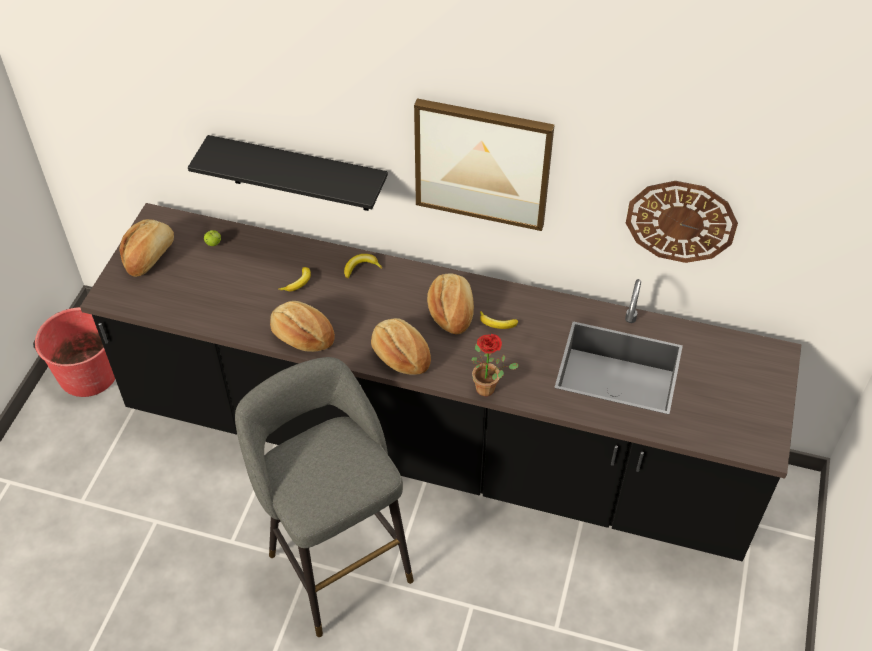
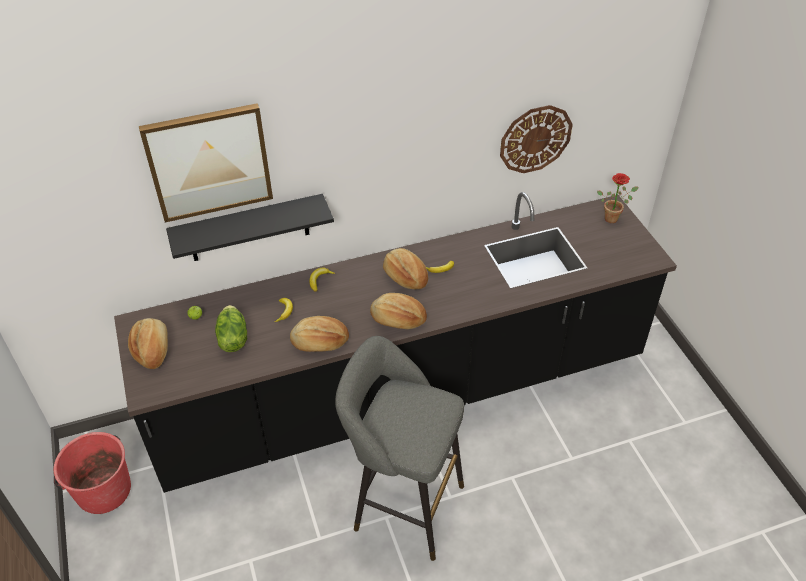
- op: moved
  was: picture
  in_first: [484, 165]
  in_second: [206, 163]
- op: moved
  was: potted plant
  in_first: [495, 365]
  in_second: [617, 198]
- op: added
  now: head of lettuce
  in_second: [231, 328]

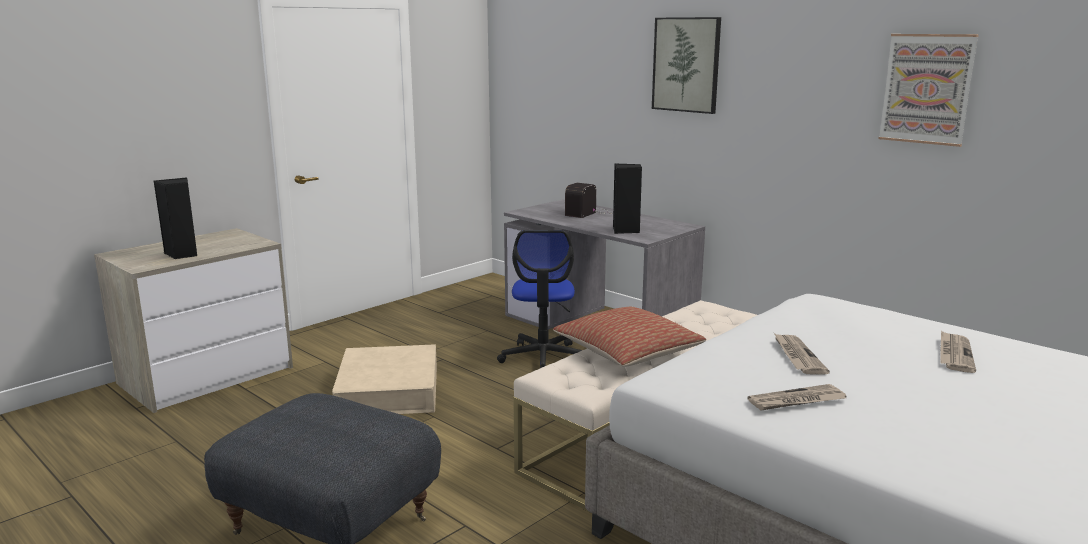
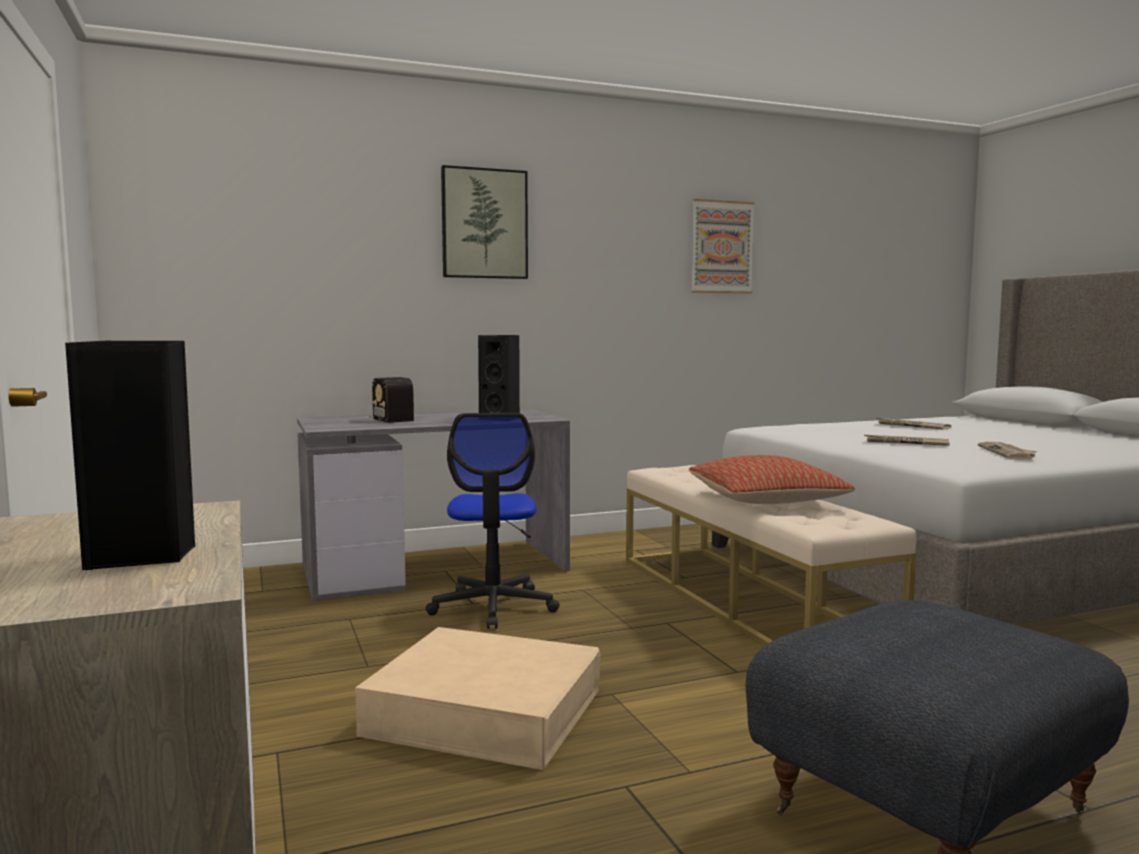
- op: turned
  was: desk chair
  in_first: [539, 299]
  in_second: [492, 521]
  clockwise: 60

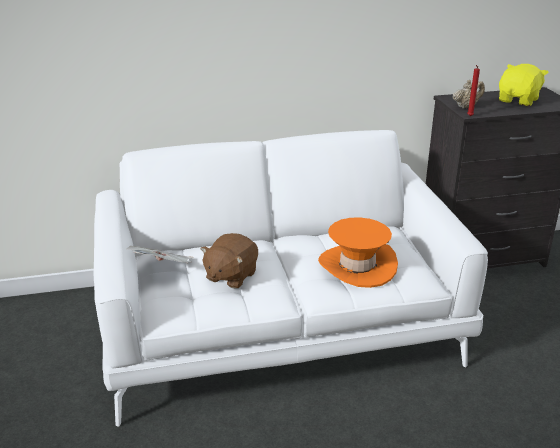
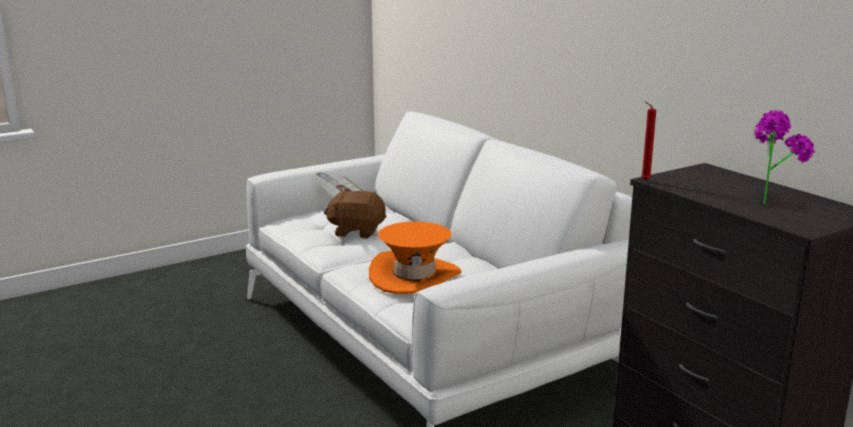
- op: replaced
  was: plush toy/yellow
  now: potted plant
  in_first: [524, 85]
  in_second: [784, 157]
- op: removed
  was: tea pot/beige-coloured
  in_first: [468, 94]

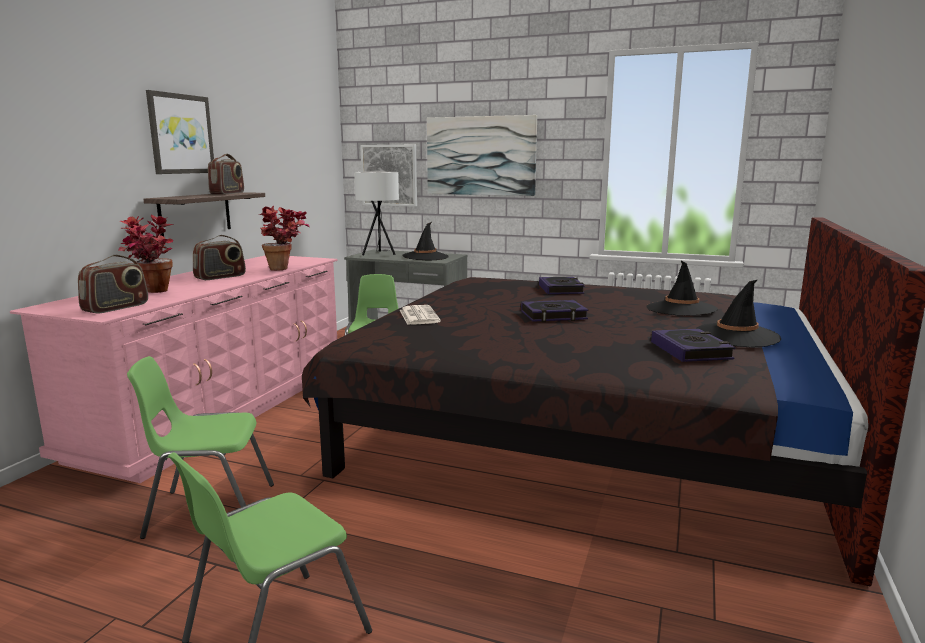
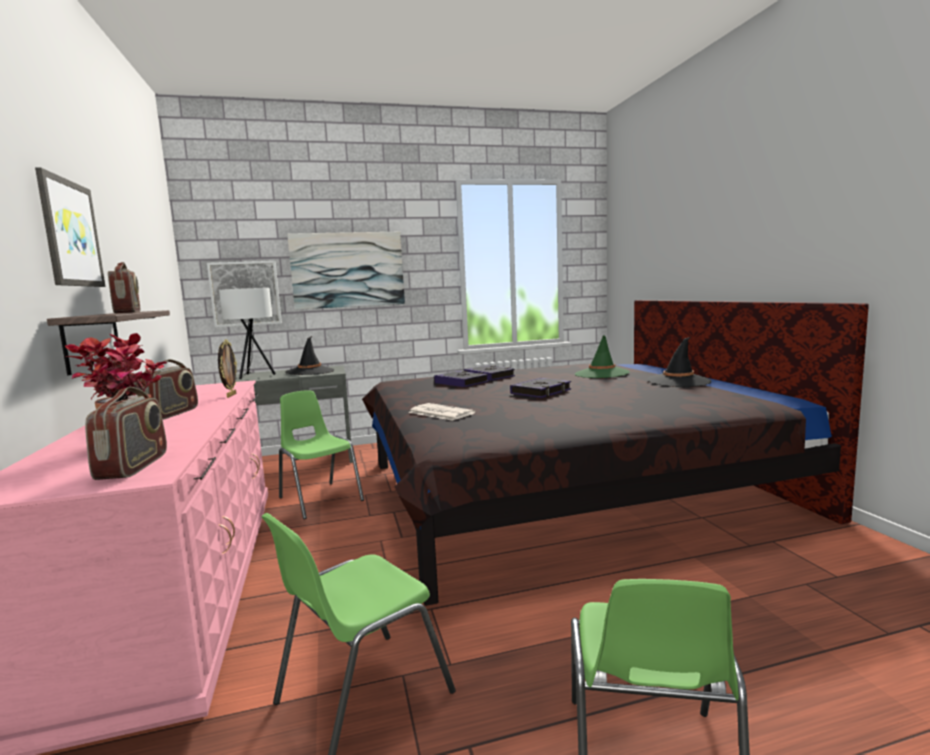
- op: replaced
  was: potted plant
  now: picture frame
  in_first: [283, 238]
  in_second: [227, 368]
- op: recoloured
  was: wearable hat/black
  now: wearable hat/green-coloured
  in_first: [682, 288]
  in_second: [602, 356]
- op: moved
  was: volume
  in_first: [693, 345]
  in_second: [461, 379]

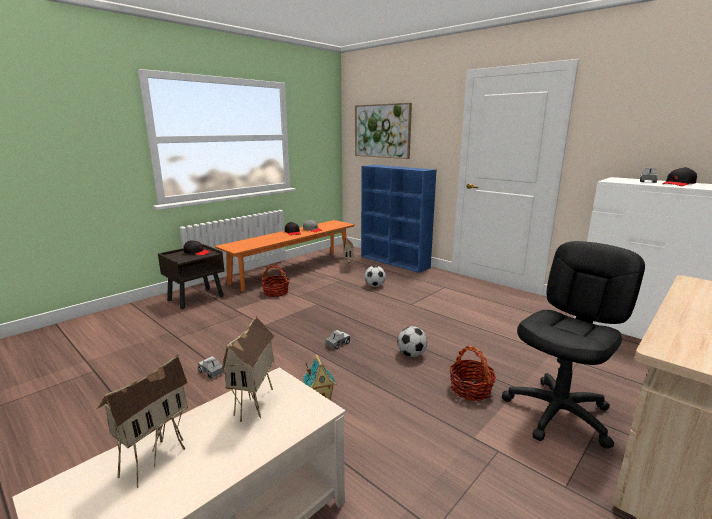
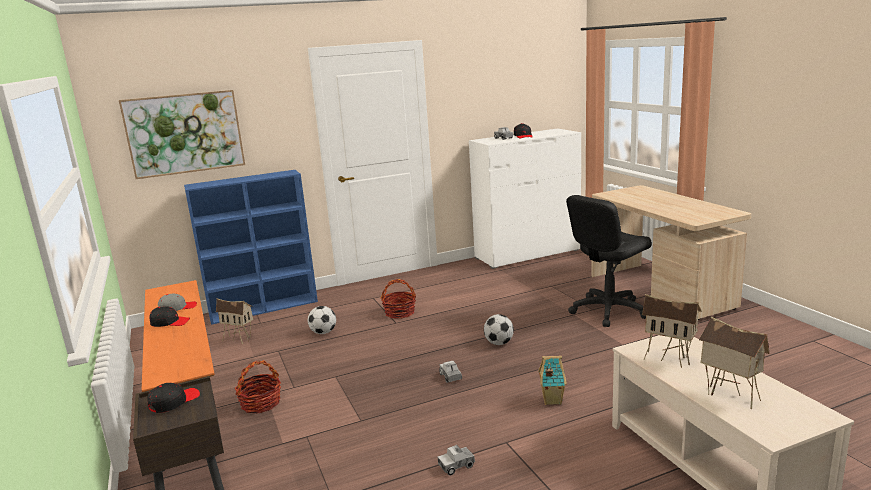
- op: turned
  was: desk chair/black
  in_first: [573, 345]
  in_second: [609, 261]
  clockwise: -105
- op: moved
  was: household basket
  in_first: [473, 373]
  in_second: [398, 299]

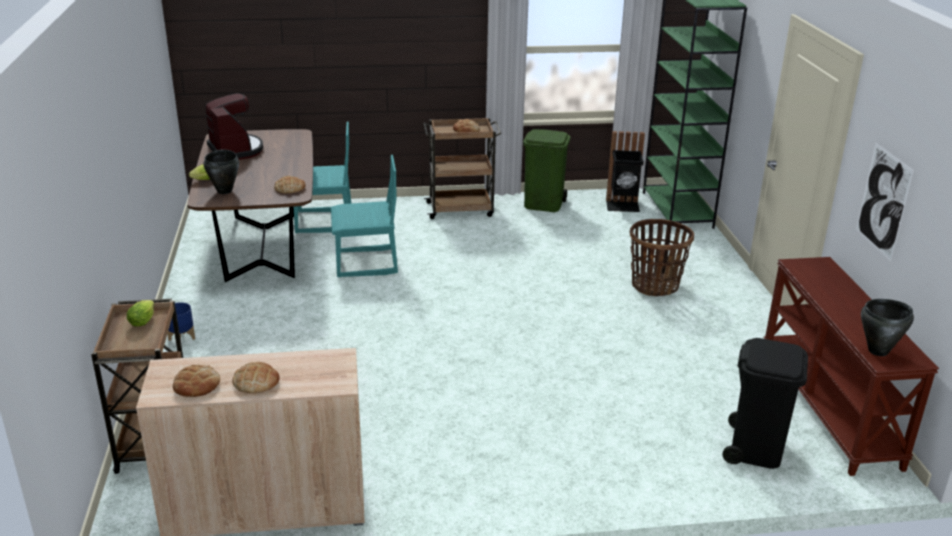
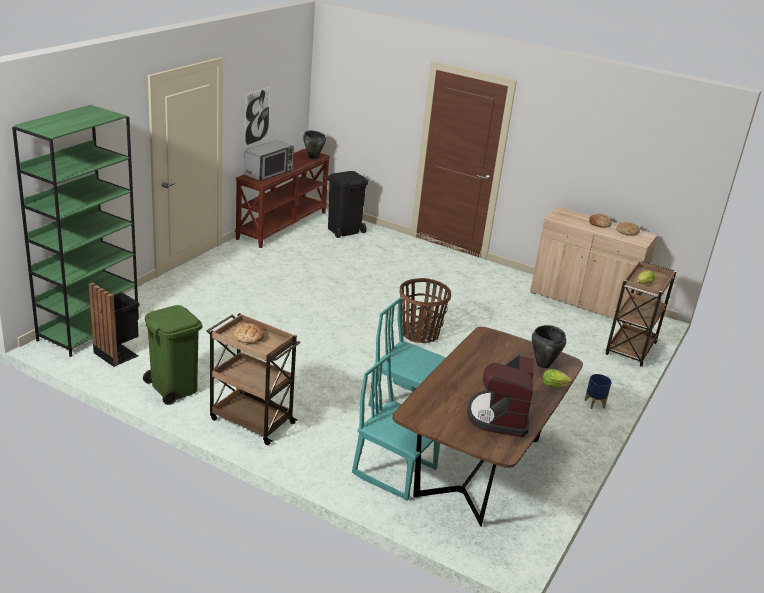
- op: removed
  was: bread
  in_first: [290, 184]
- op: moved
  was: household basket
  in_first: [662, 258]
  in_second: [425, 310]
- op: added
  now: microwave
  in_second: [269, 160]

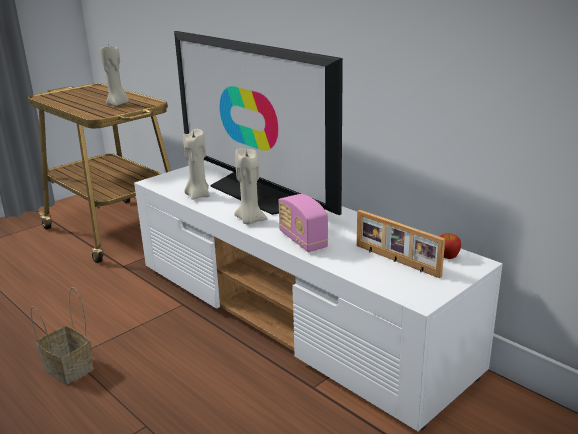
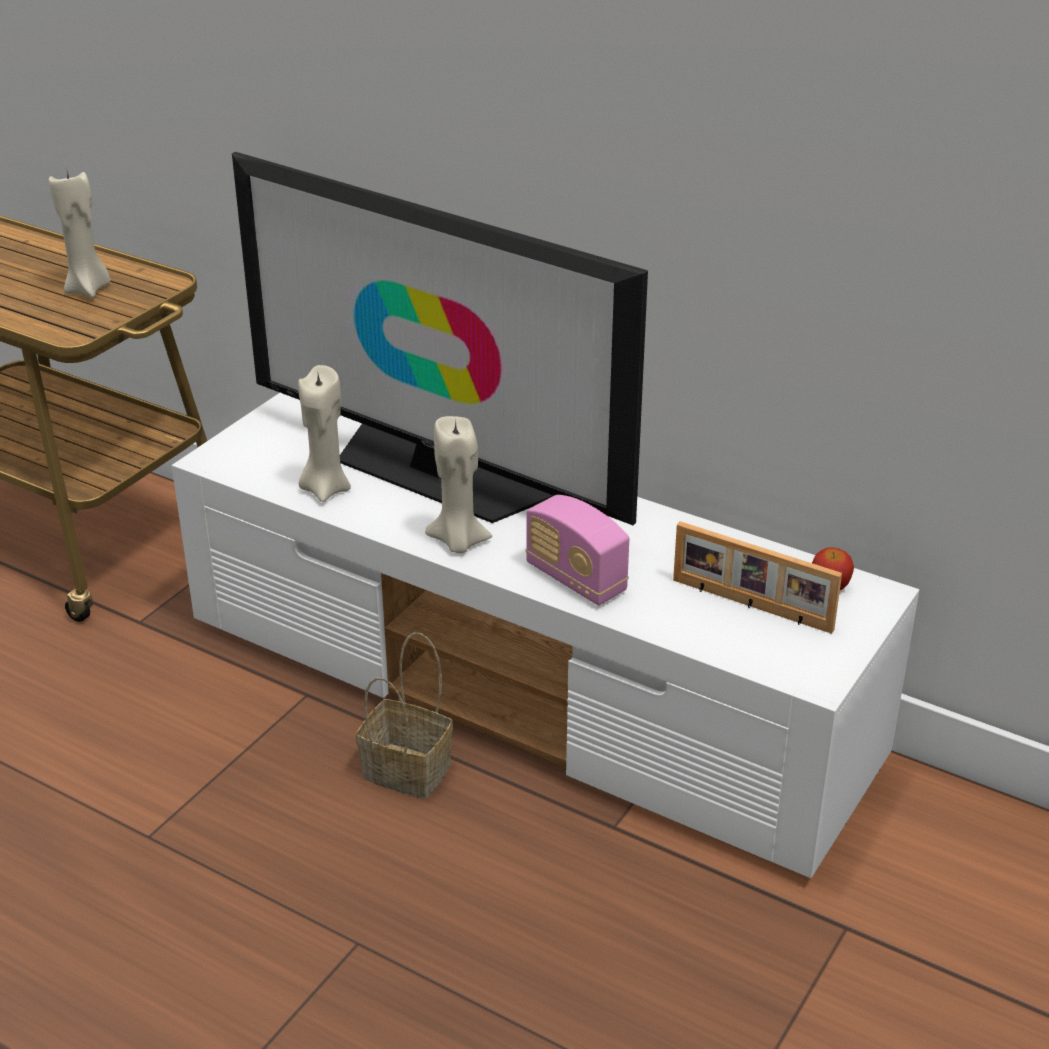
- op: moved
  was: household basket
  in_first: [61, 335]
  in_second: [404, 716]

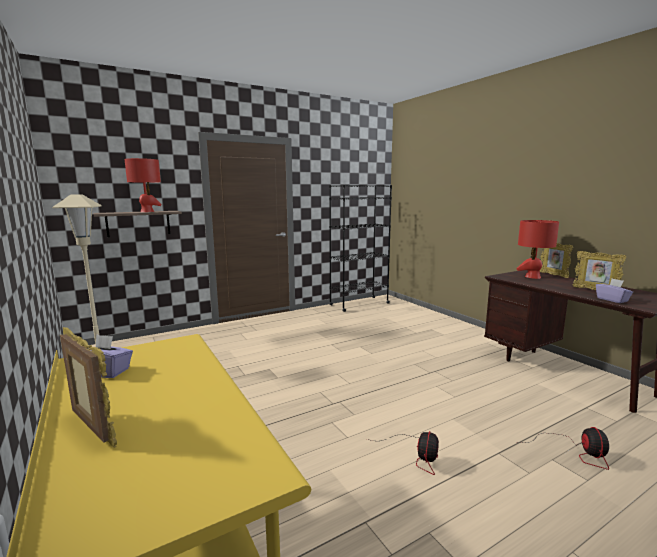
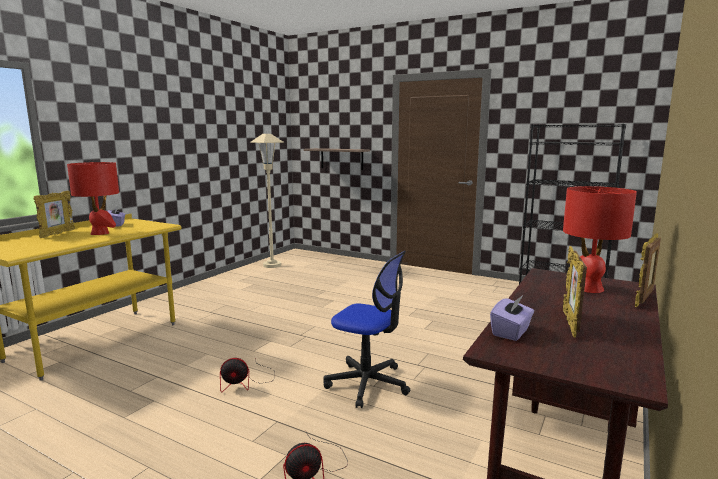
- op: moved
  was: table lamp/red
  in_first: [143, 185]
  in_second: [93, 198]
- op: added
  now: desk chair
  in_second: [366, 329]

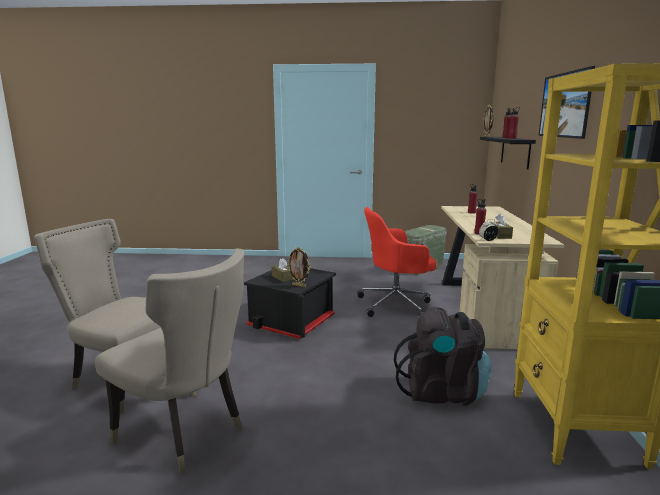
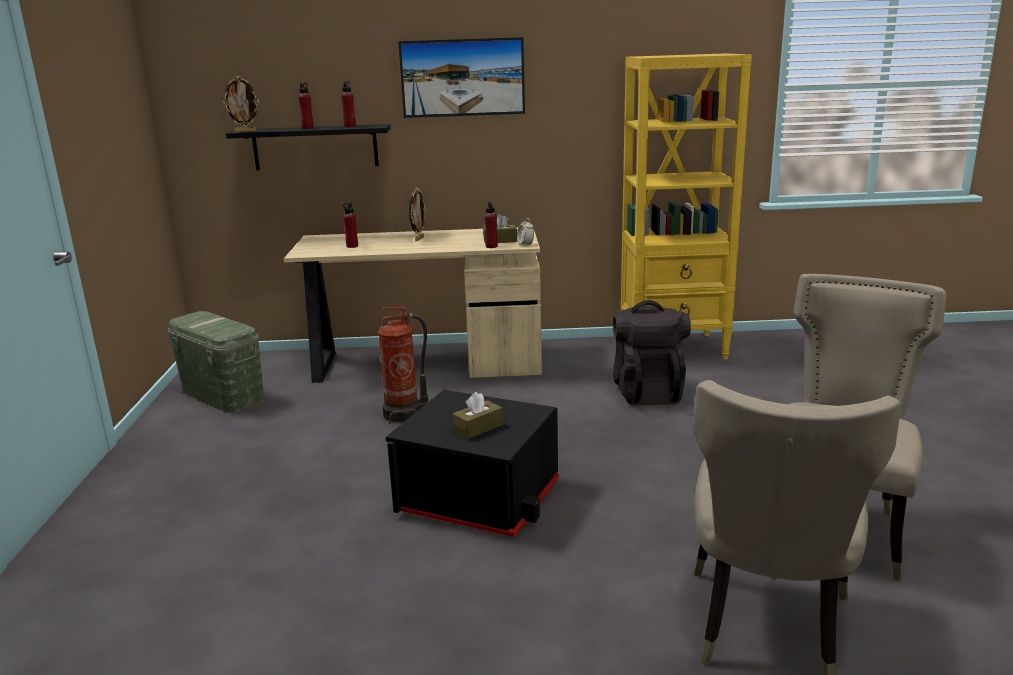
- op: replaced
  was: desk chair/red
  now: extinguisher
  in_first: [397, 262]
  in_second: [403, 365]
- op: moved
  was: picture frame
  in_first: [299, 267]
  in_second: [417, 214]

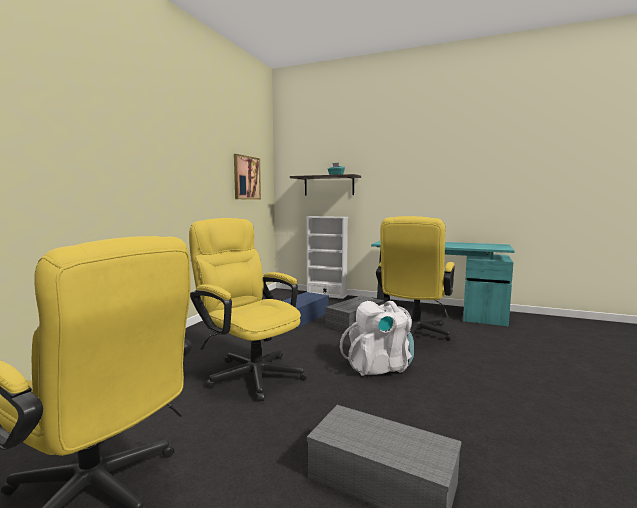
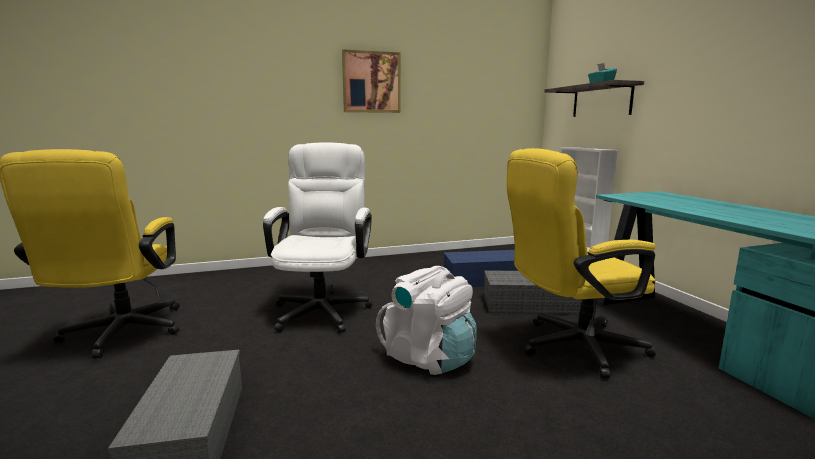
- op: moved
  was: picture
  in_first: [247, 177]
  in_second: [371, 81]
- op: recoloured
  was: desk chair/yellow
  now: desk chair/white-coloured
  in_first: [248, 310]
  in_second: [317, 237]

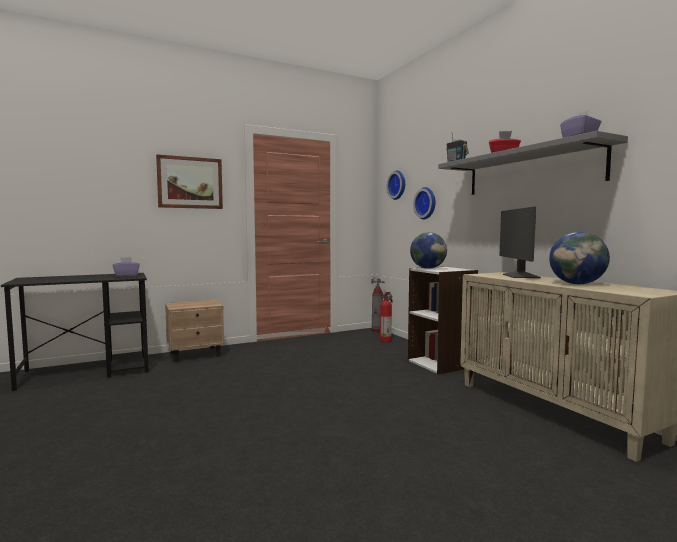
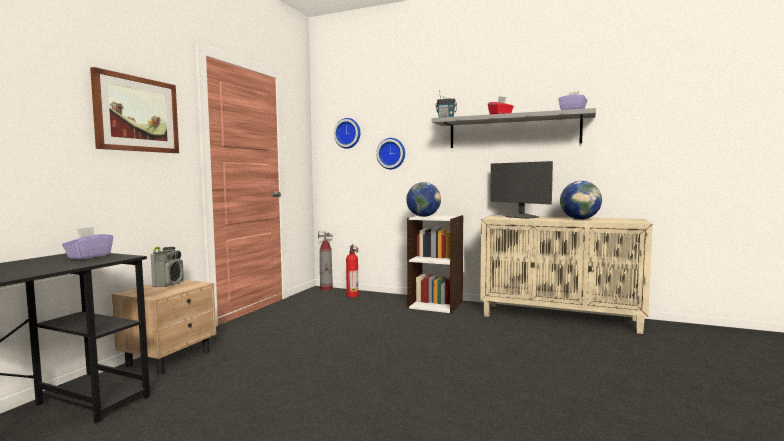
- op: added
  now: radio
  in_second: [167, 267]

